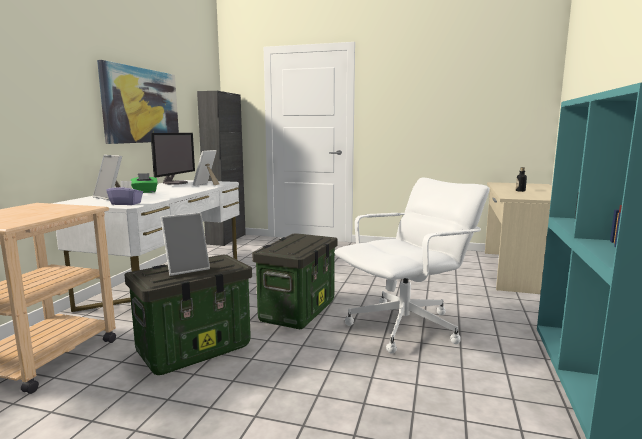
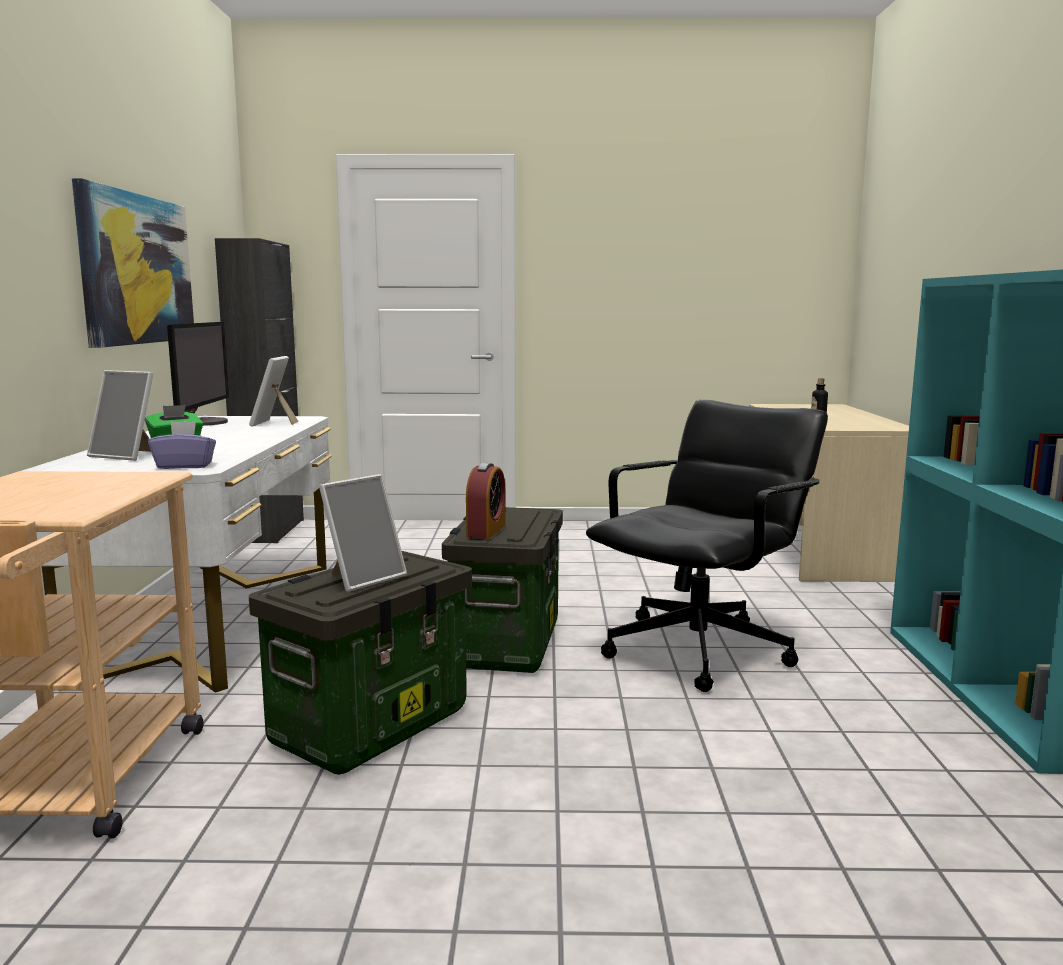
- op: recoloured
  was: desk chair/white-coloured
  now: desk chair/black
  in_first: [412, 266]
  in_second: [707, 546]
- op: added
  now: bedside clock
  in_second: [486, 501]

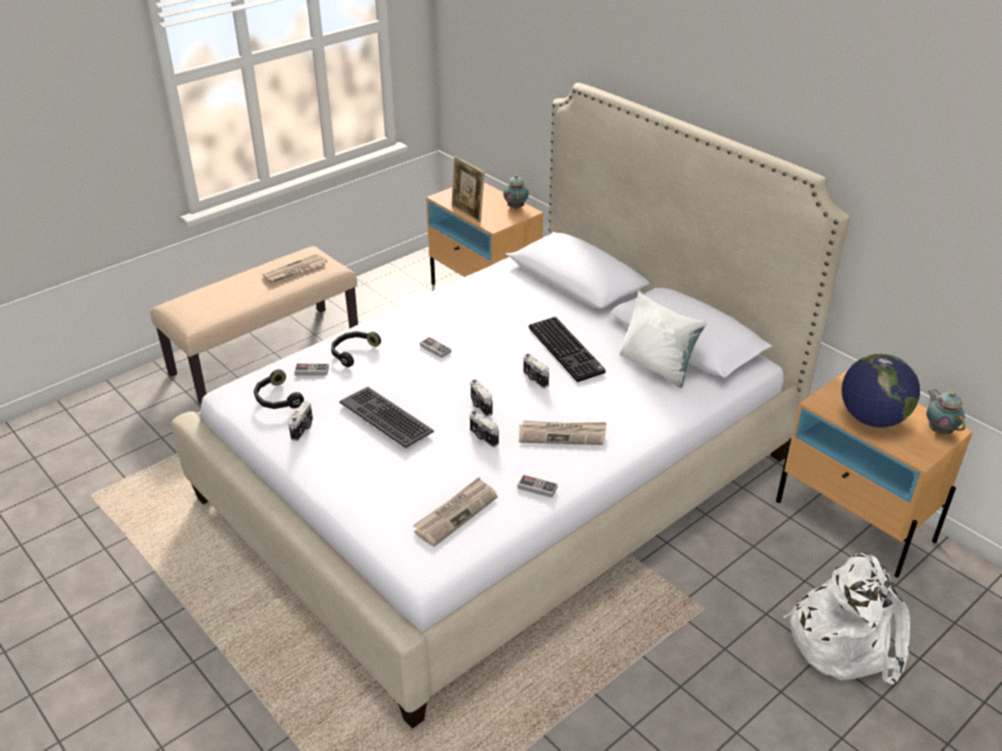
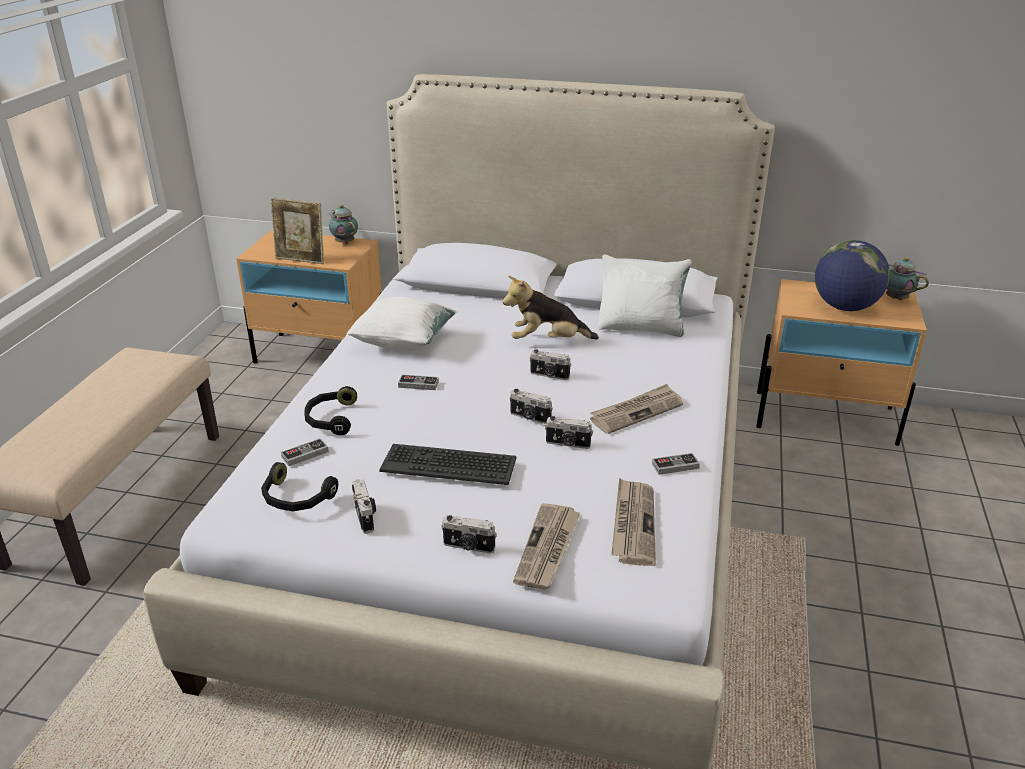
- op: moved
  was: newspaper
  in_first: [295, 268]
  in_second: [546, 546]
- op: replaced
  was: keyboard
  now: plush toy
  in_first: [567, 349]
  in_second: [551, 307]
- op: removed
  was: rucksack/white-coloured
  in_first: [846, 618]
- op: added
  now: throw pillow/white-coloured
  in_second: [401, 324]
- op: added
  now: still camera
  in_second: [469, 534]

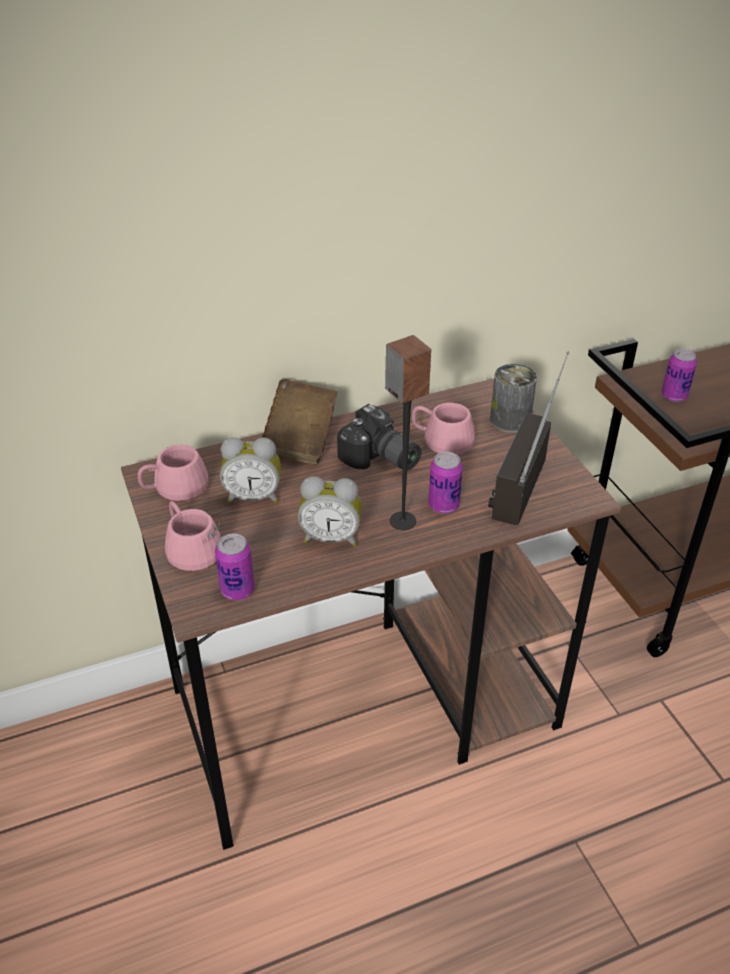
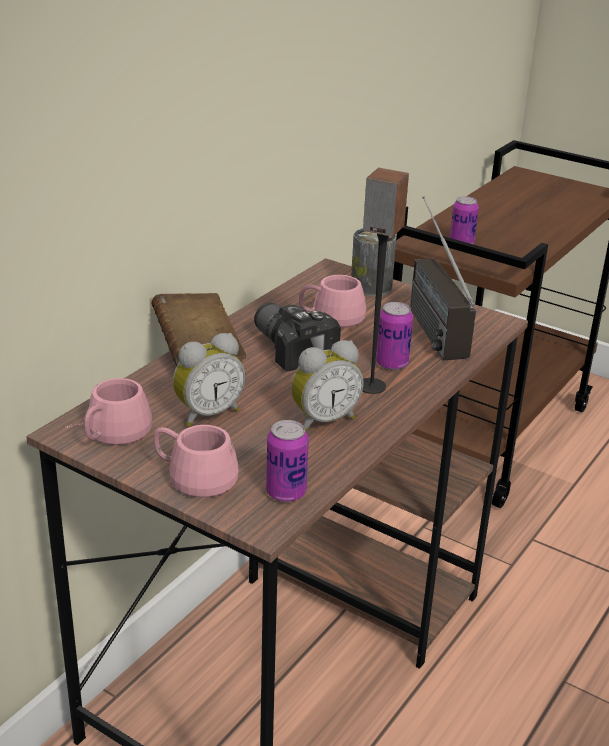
- op: turned
  was: still camera
  in_first: [379, 437]
  in_second: [297, 337]
  clockwise: -135

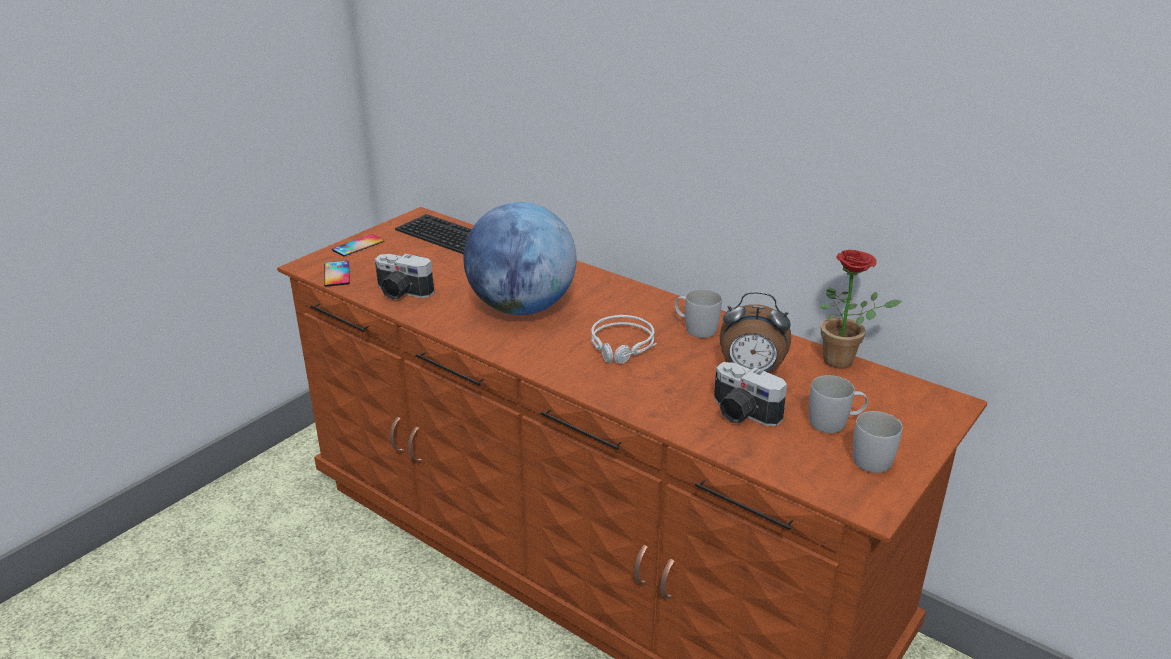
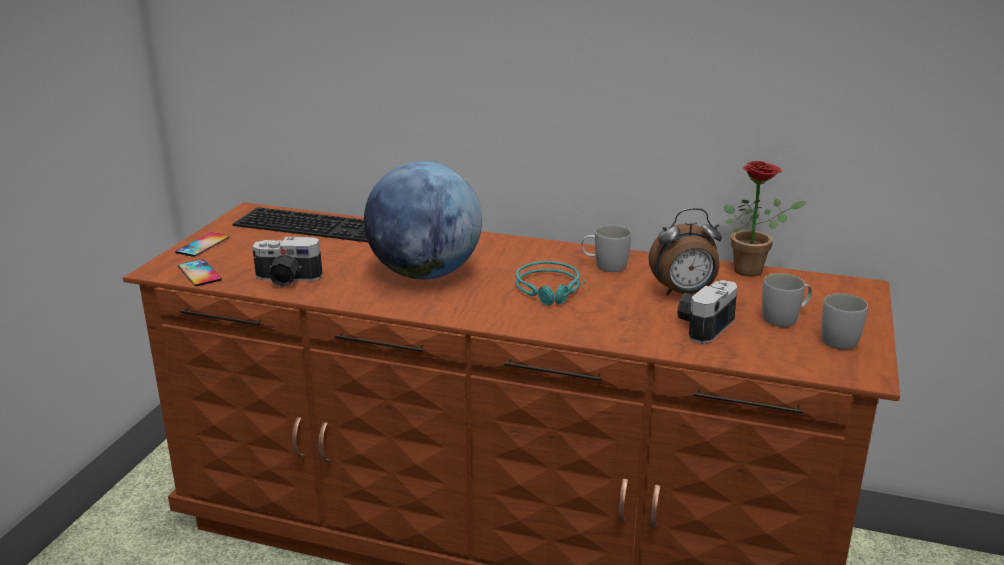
- op: recoloured
  was: pair of headphones/greyish
  now: pair of headphones/turquoise
  in_first: [624, 339]
  in_second: [551, 283]
- op: turned
  was: still camera
  in_first: [750, 394]
  in_second: [707, 312]
  clockwise: 105

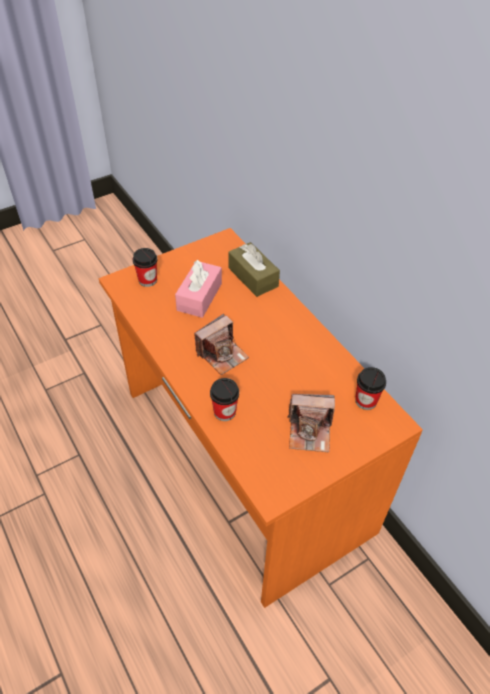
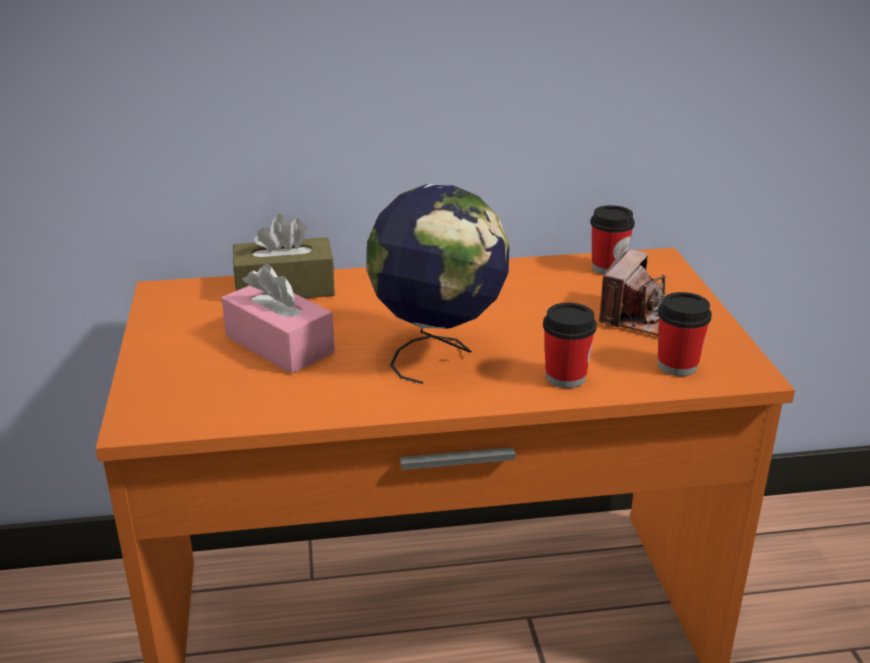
- op: moved
  was: small cup
  in_first: [145, 267]
  in_second: [685, 334]
- op: replaced
  was: still camera
  now: globe
  in_first: [221, 344]
  in_second: [438, 284]

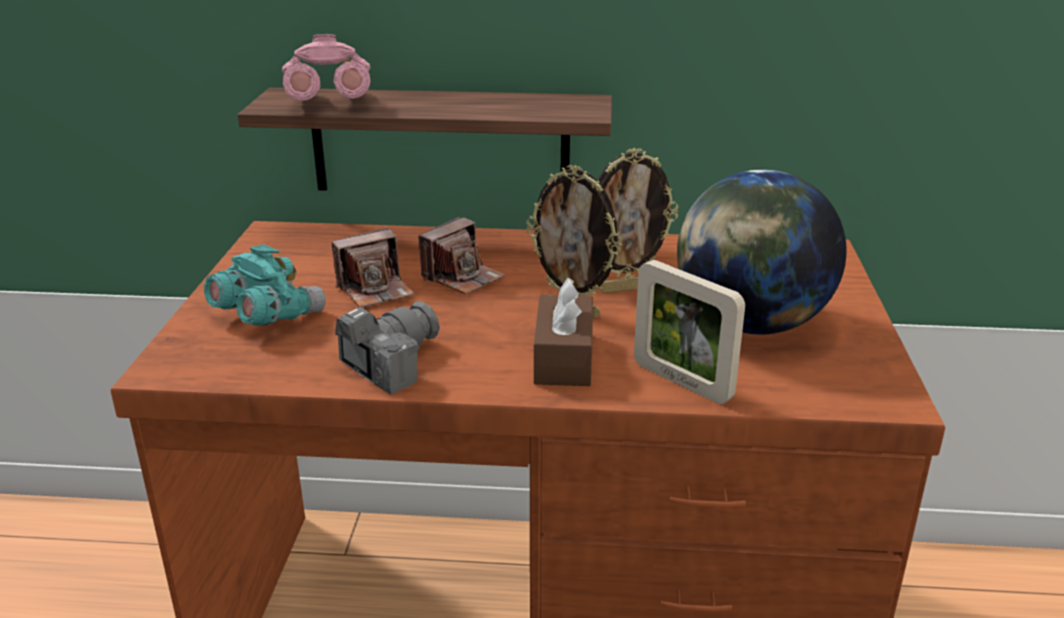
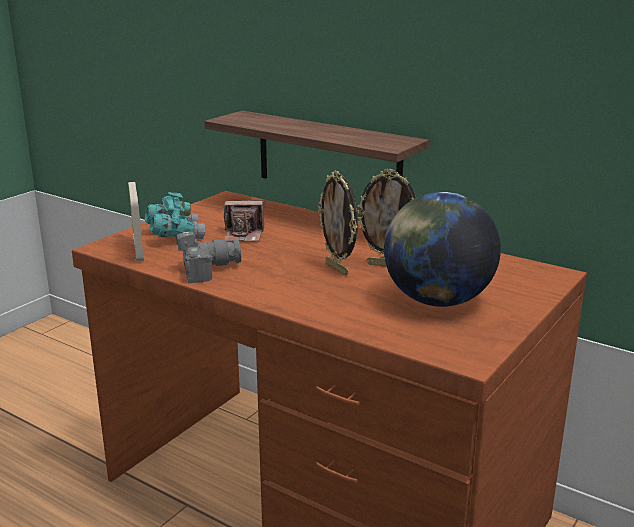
- op: removed
  was: binoculars/pinkish
  in_first: [326, 67]
- op: removed
  was: still camera
  in_first: [461, 255]
- op: moved
  was: picture frame
  in_first: [689, 332]
  in_second: [136, 222]
- op: removed
  was: tissue box/brownish
  in_first: [563, 332]

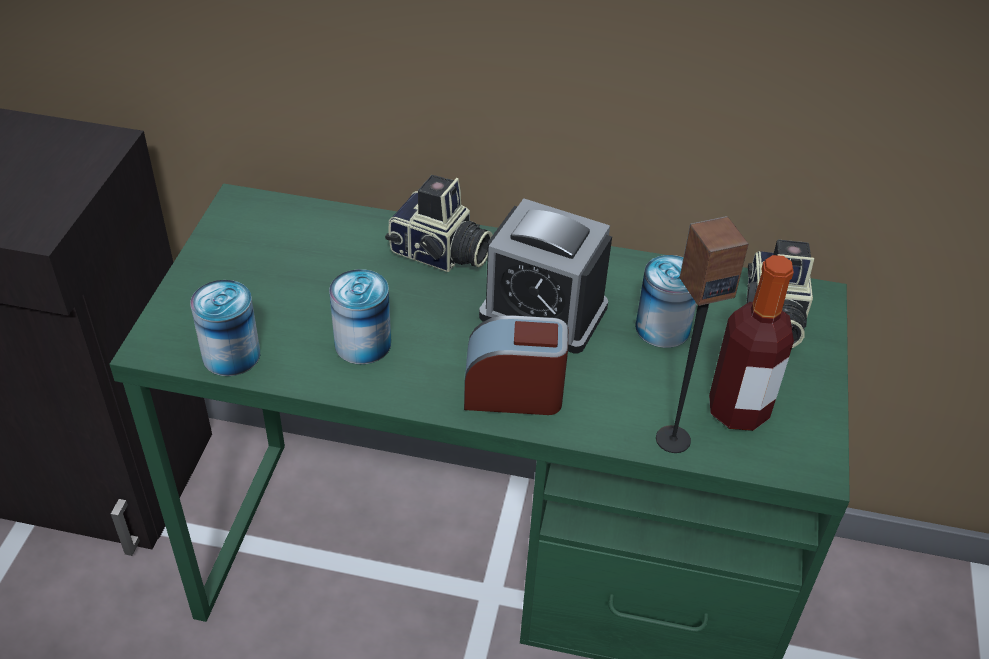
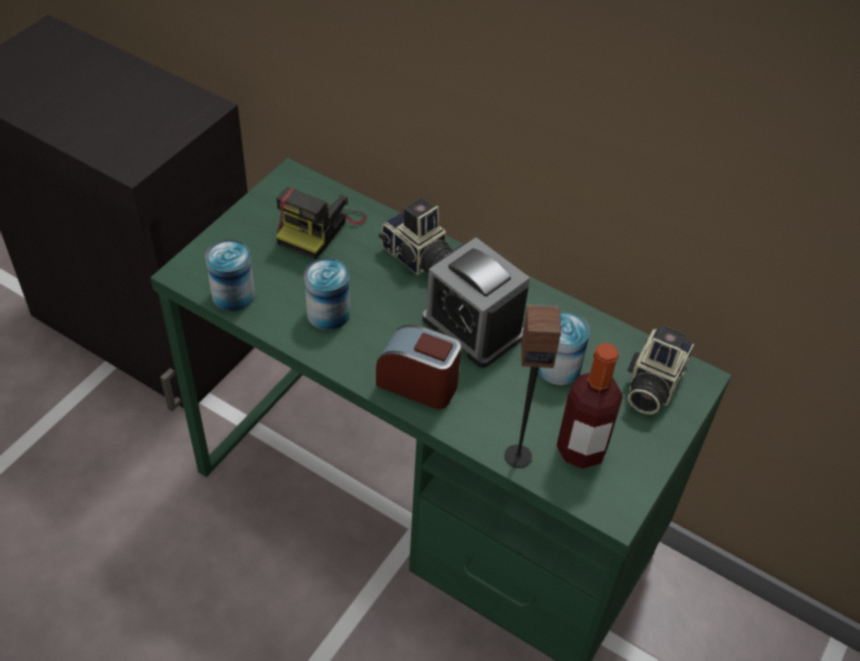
- op: added
  now: still camera
  in_second: [321, 223]

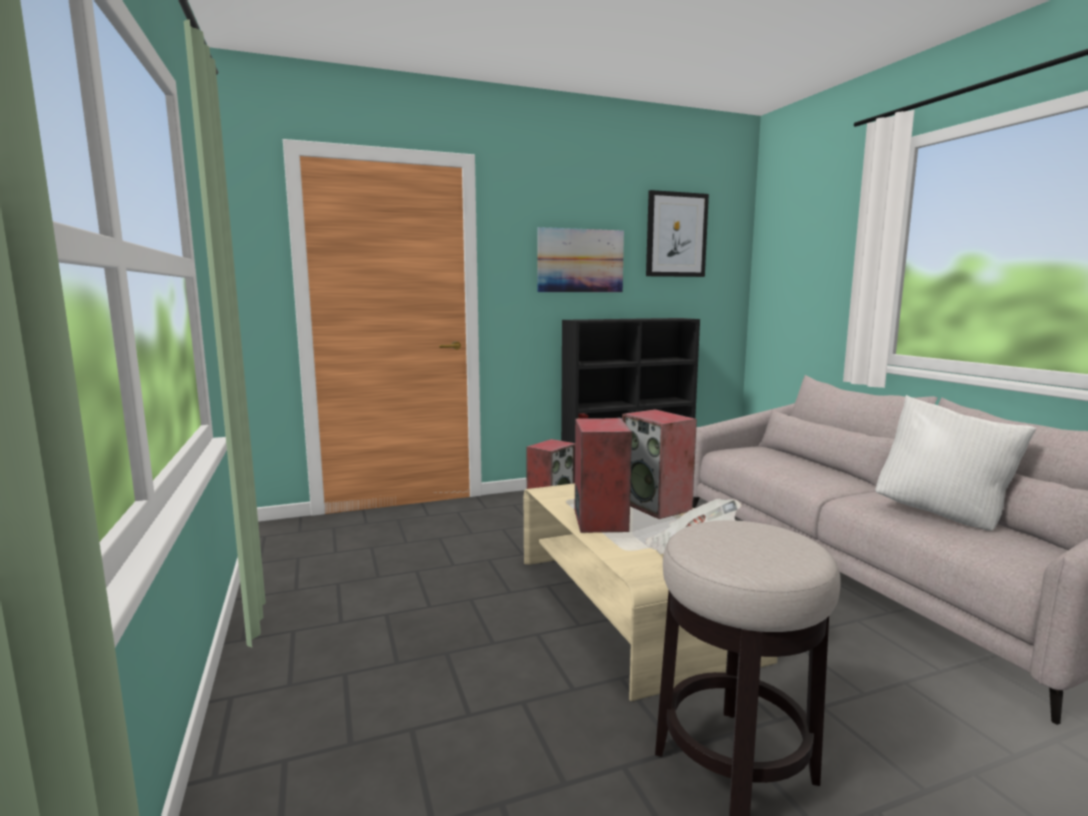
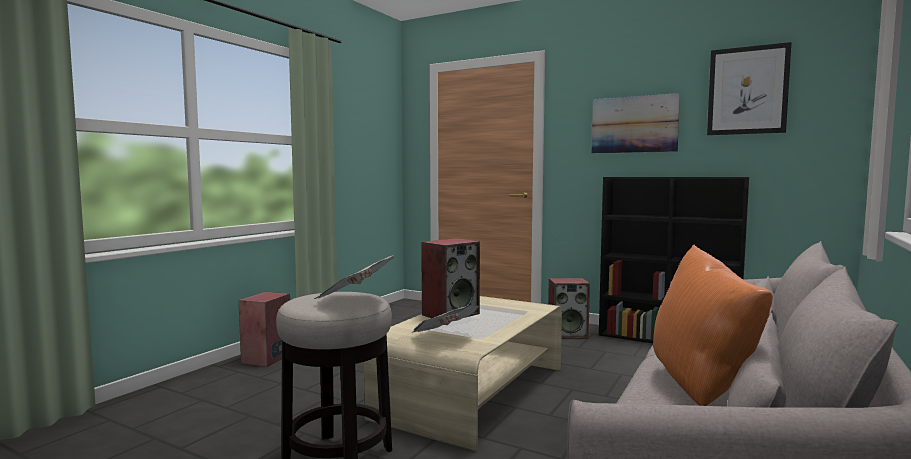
- op: recoloured
  was: throw pillow/white-coloured
  now: throw pillow/orange-coloured
  in_first: [955, 463]
  in_second: [713, 325]
- op: moved
  was: audio speaker
  in_first: [659, 464]
  in_second: [264, 329]
- op: added
  now: newspaper
  in_second: [354, 277]

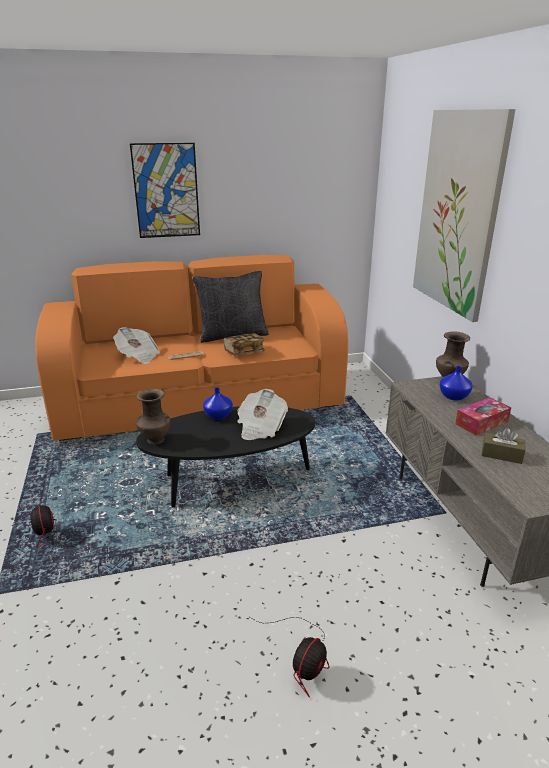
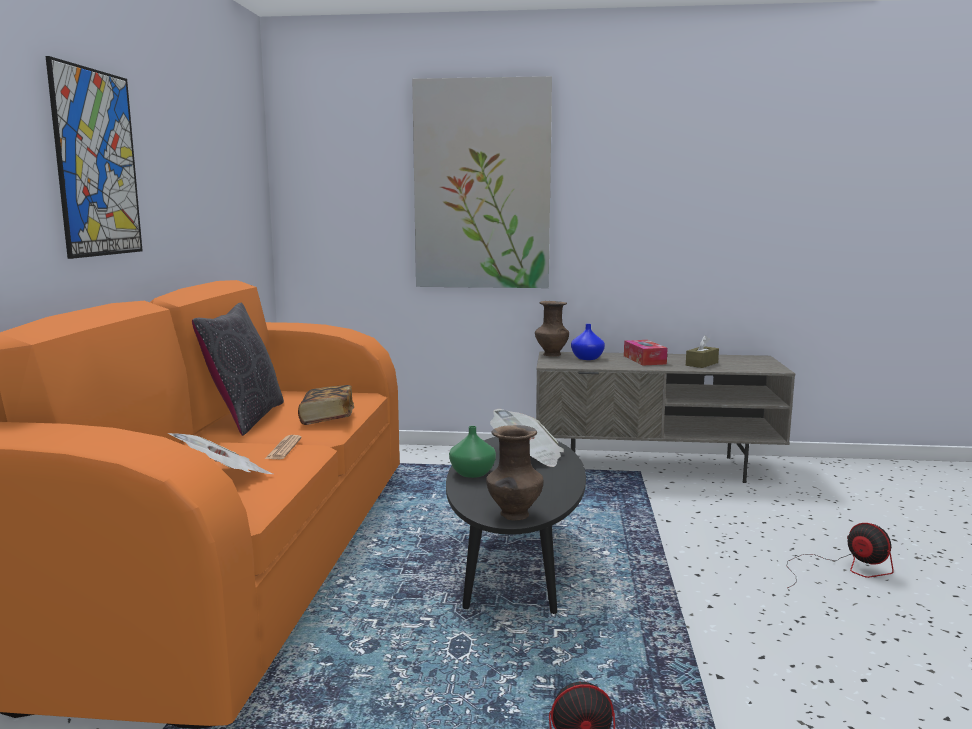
- op: recoloured
  was: decorative vase/bluish
  now: decorative vase/green-coloured
  in_first: [218, 404]
  in_second: [472, 452]

